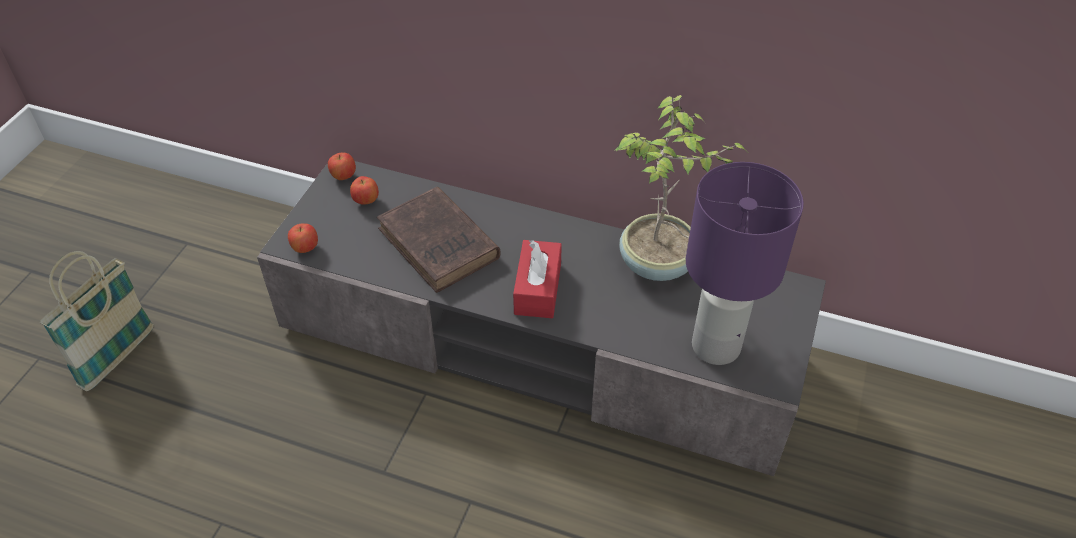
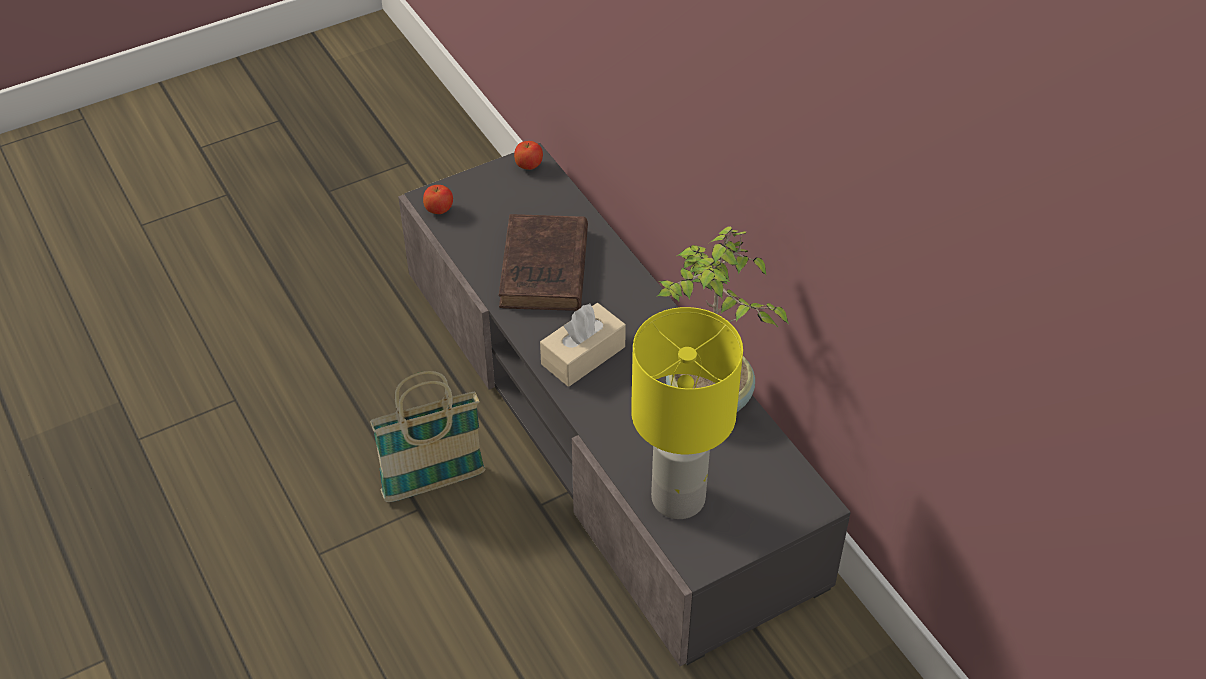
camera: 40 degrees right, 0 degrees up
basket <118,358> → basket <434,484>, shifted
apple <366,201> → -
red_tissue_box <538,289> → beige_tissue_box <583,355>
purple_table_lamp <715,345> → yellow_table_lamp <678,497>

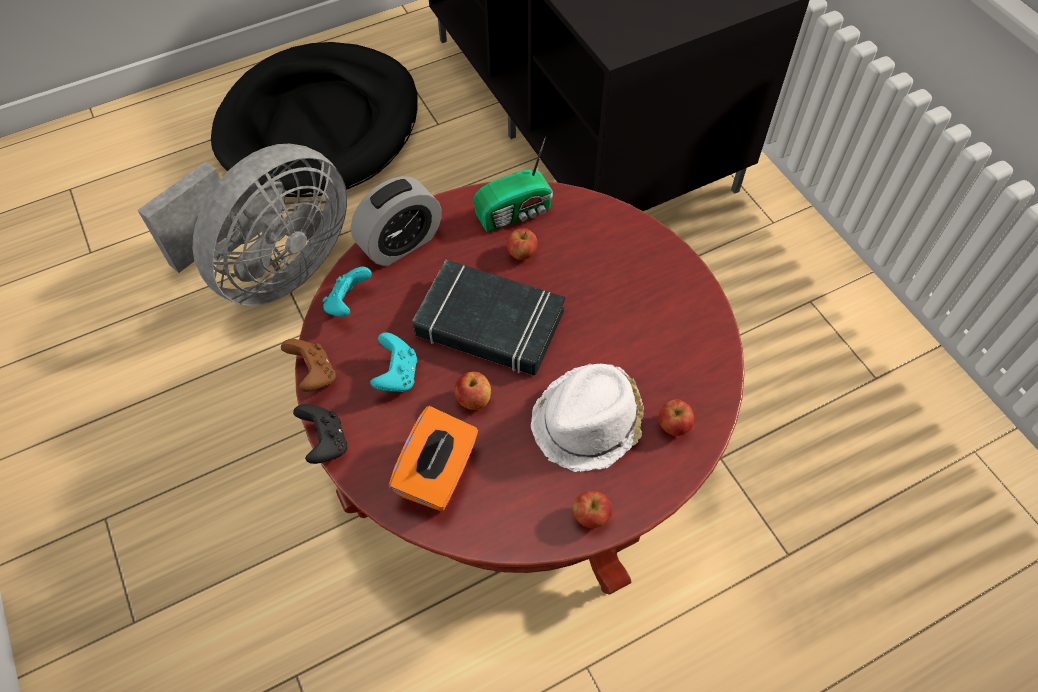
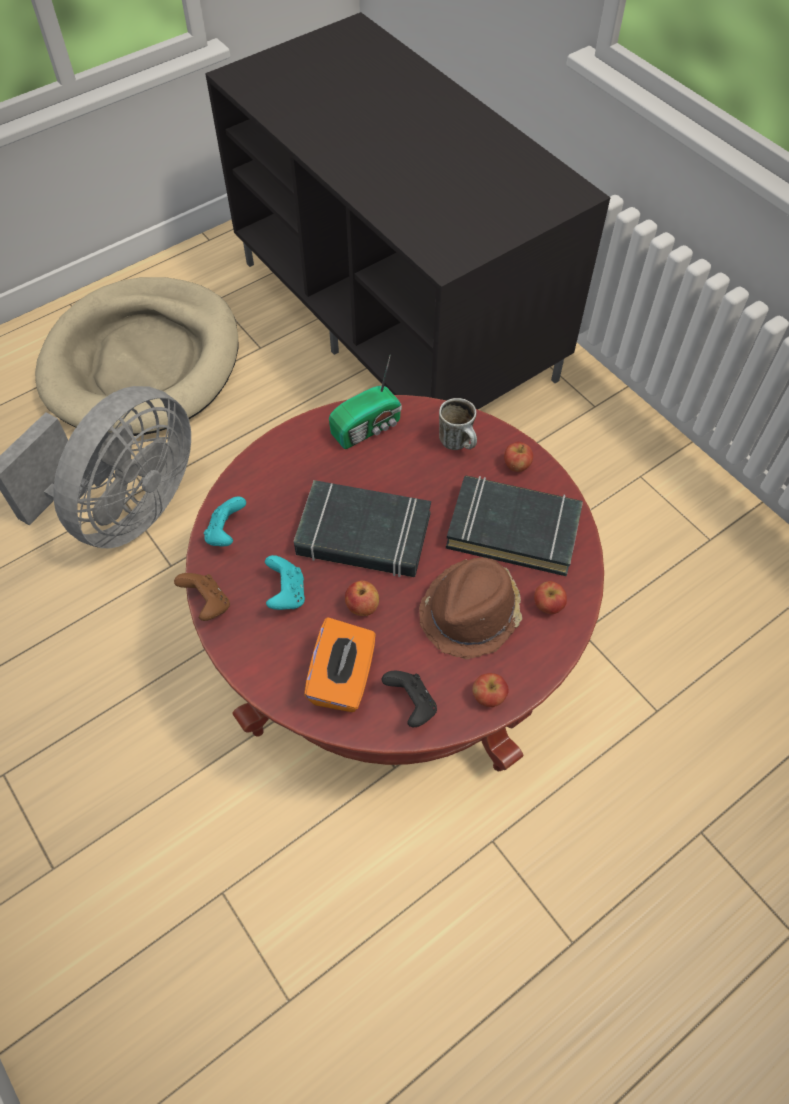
camera: 10 degrees left, 0 degrees up
black_dog_bed <320,126> → beige_dog_bed <143,362>
black_game_controller <325,442> → black_game_controller <411,704>, shifted
alarm_clock <401,243> → -
apple <521,253> → apple <516,465>, shifted
white_hat <588,423> → brown_hat <471,613>
- → mug <459,444>
- → black_book <513,530>

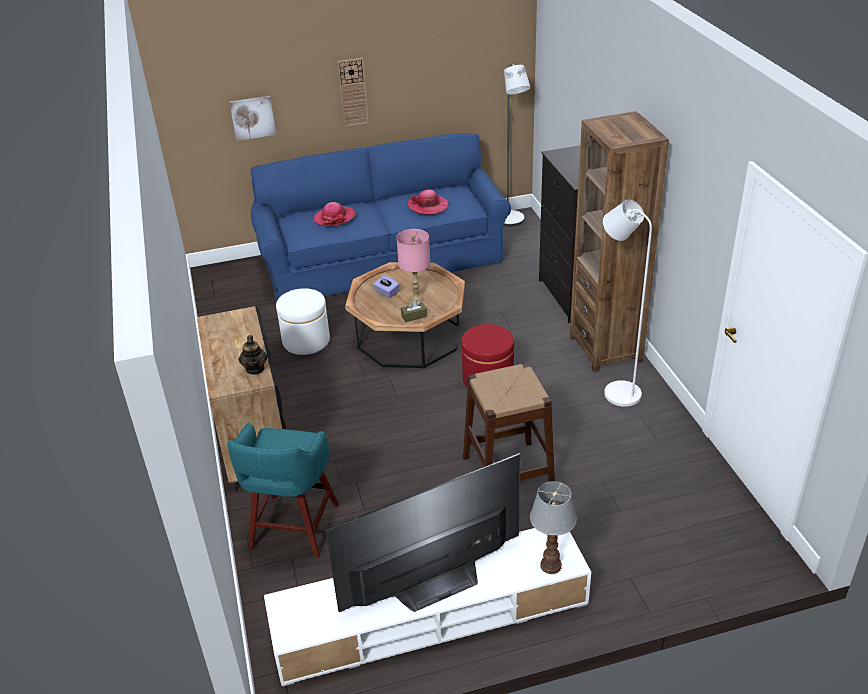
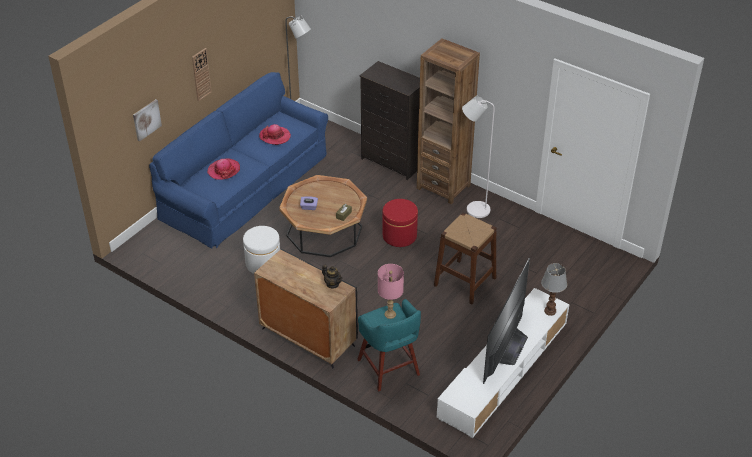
camera: 40 degrees left, 5 degrees up
pink_table_lamp <416,299> → pink_table_lamp <390,314>, shifted

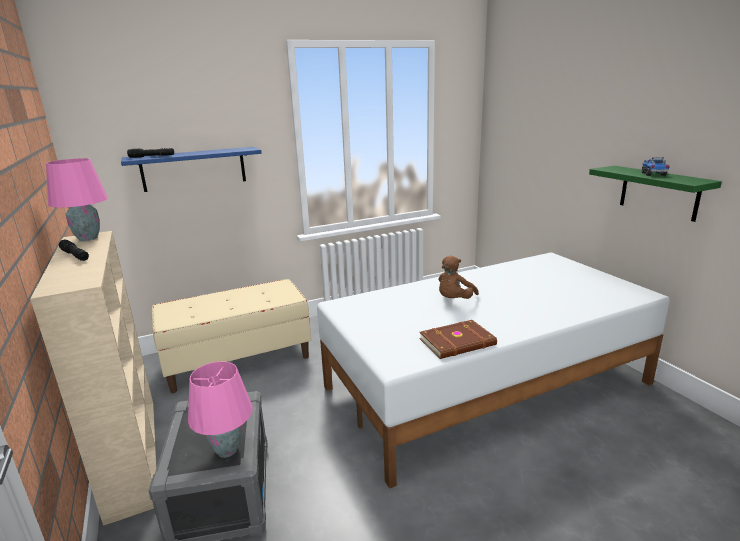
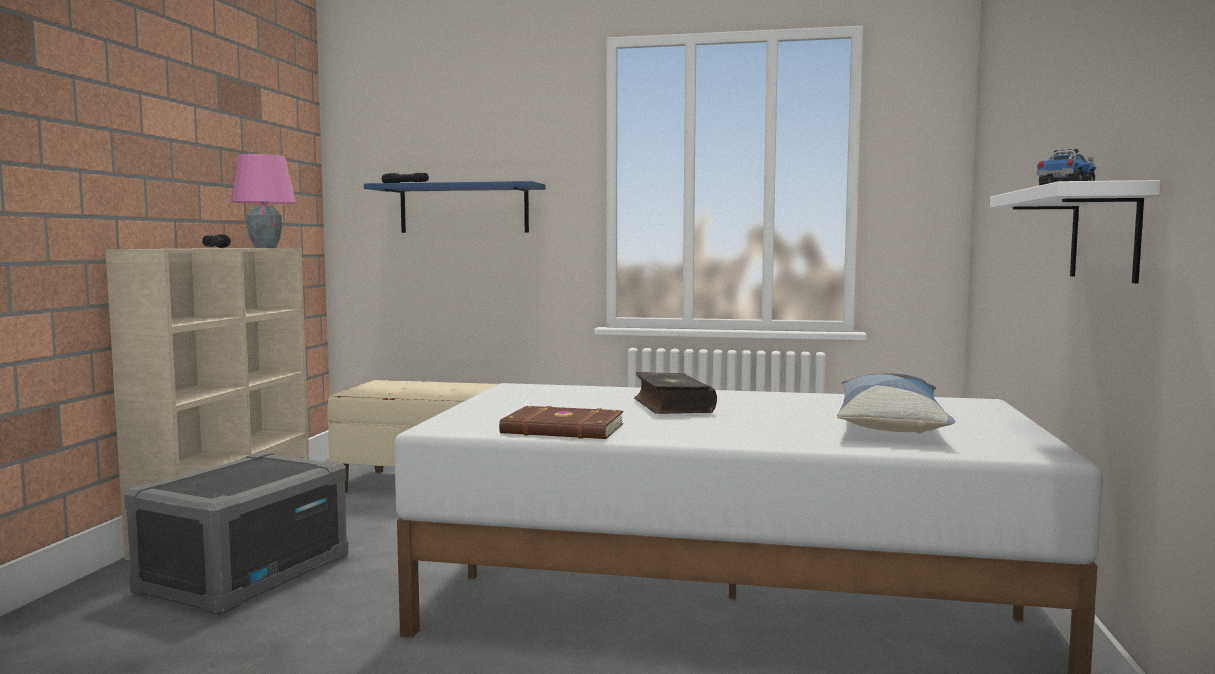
camera: 35 degrees right, 15 degrees down
pink_table_lamp <228,450> → -
brown_plush_toy <454,300> → book <671,406>
green_shelf <659,192> → white_shelf <1105,234>
- → pillow <890,424>

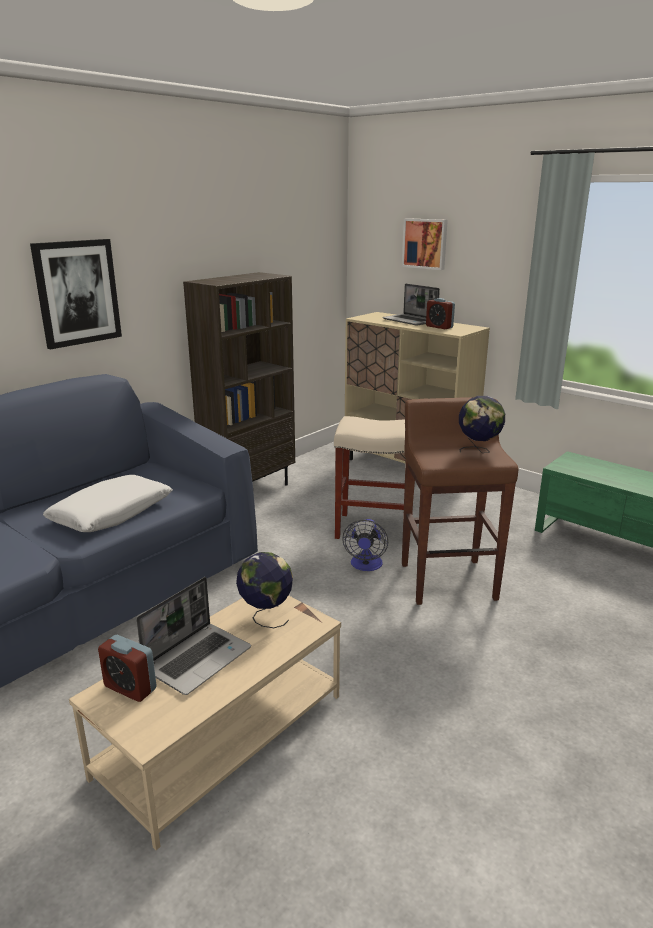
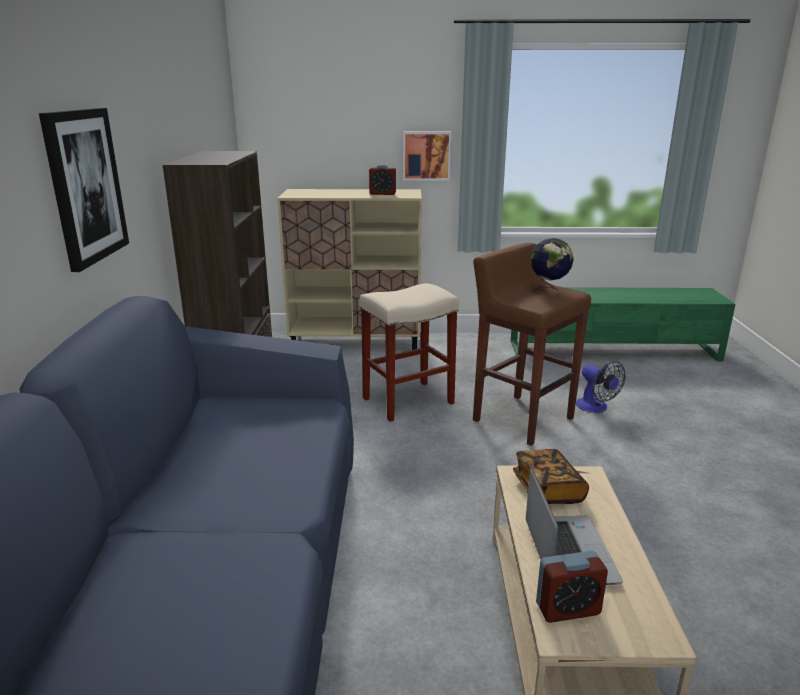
camera: 40 degrees left, 0 degrees up
white_pillow <112,514> → -
globe <266,616> → book <548,490>
fan <366,566> → fan <596,407>, shifted
laptop <410,321> → -
picture <425,243> → picture <426,156>, shifted

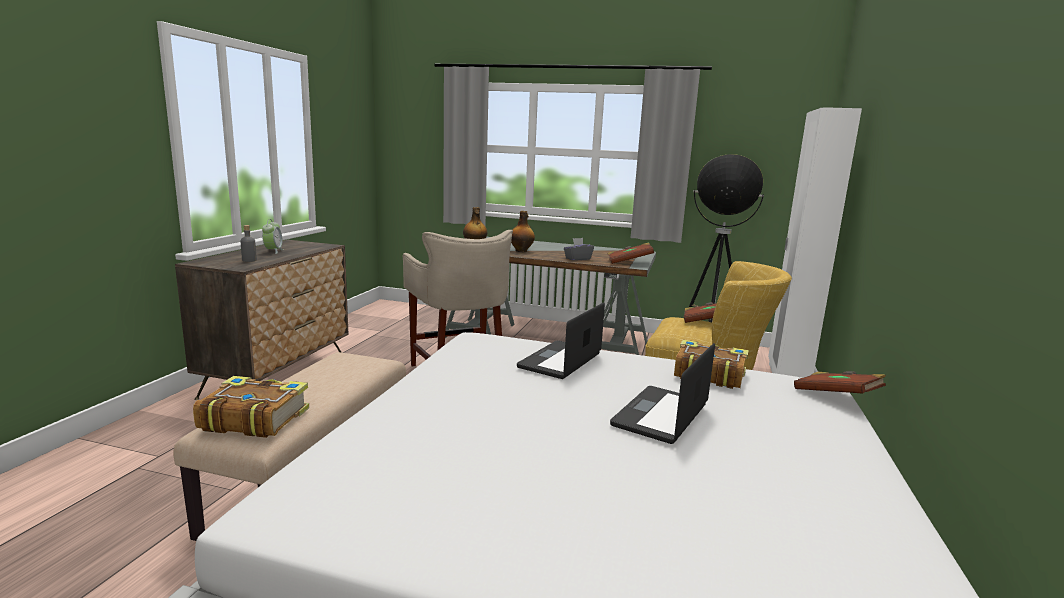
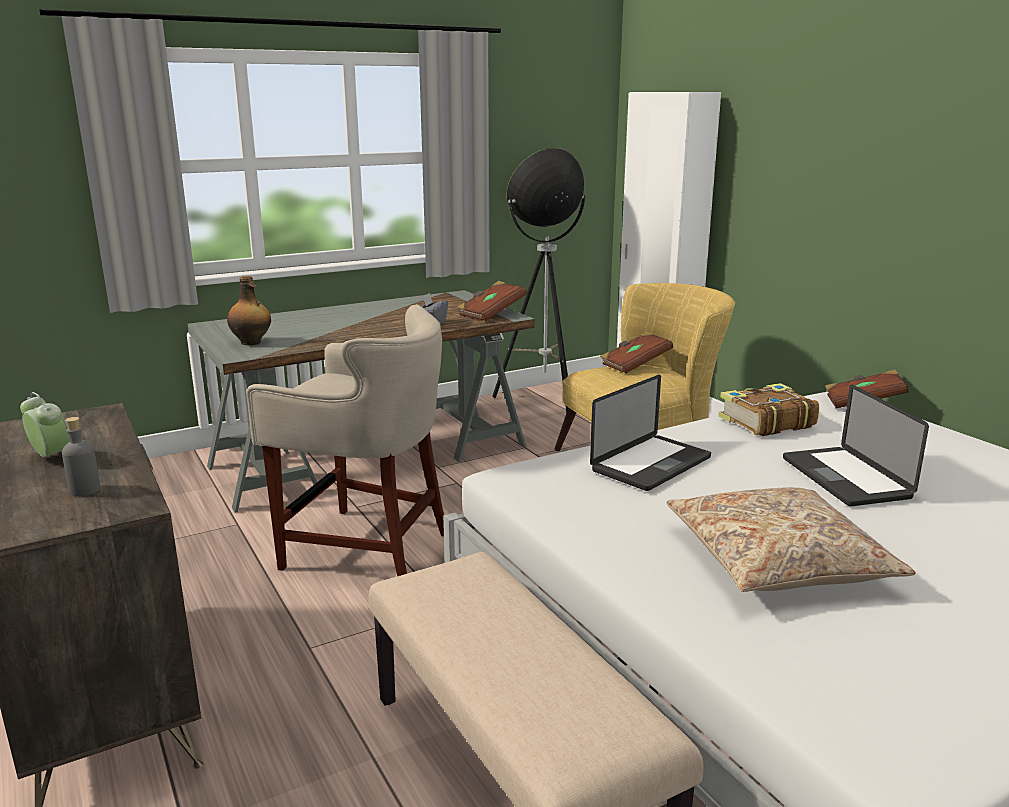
camera: 45 degrees left, 5 degrees up
book <254,419> → -
bottle <521,251> → -
laptop <560,361> → laptop <651,464>, 120 degrees counterclockwise
- → beige_pillow <778,560>

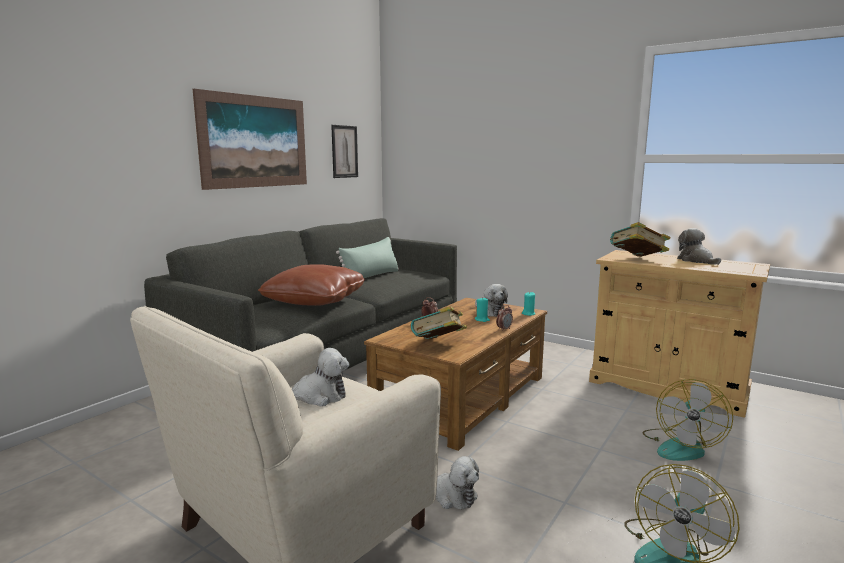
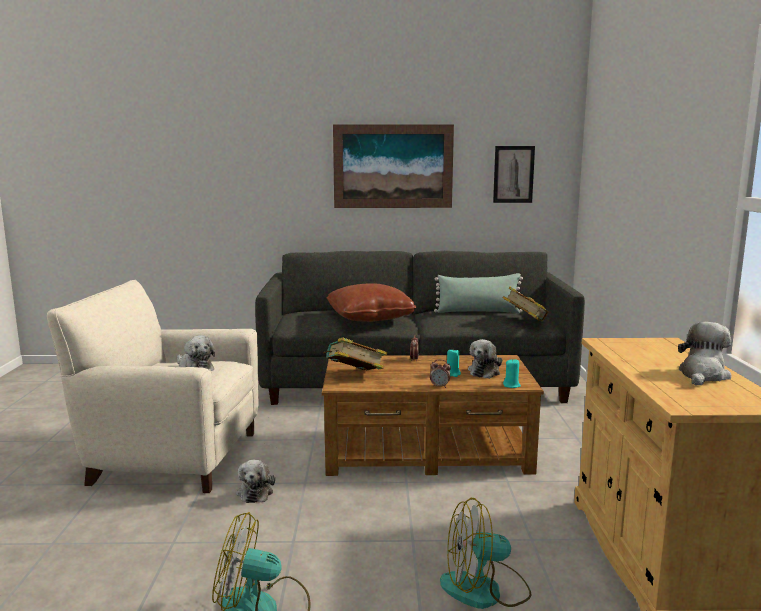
camera: 55 degrees right, 0 degrees up
book <637,259> → book <524,322>, shifted

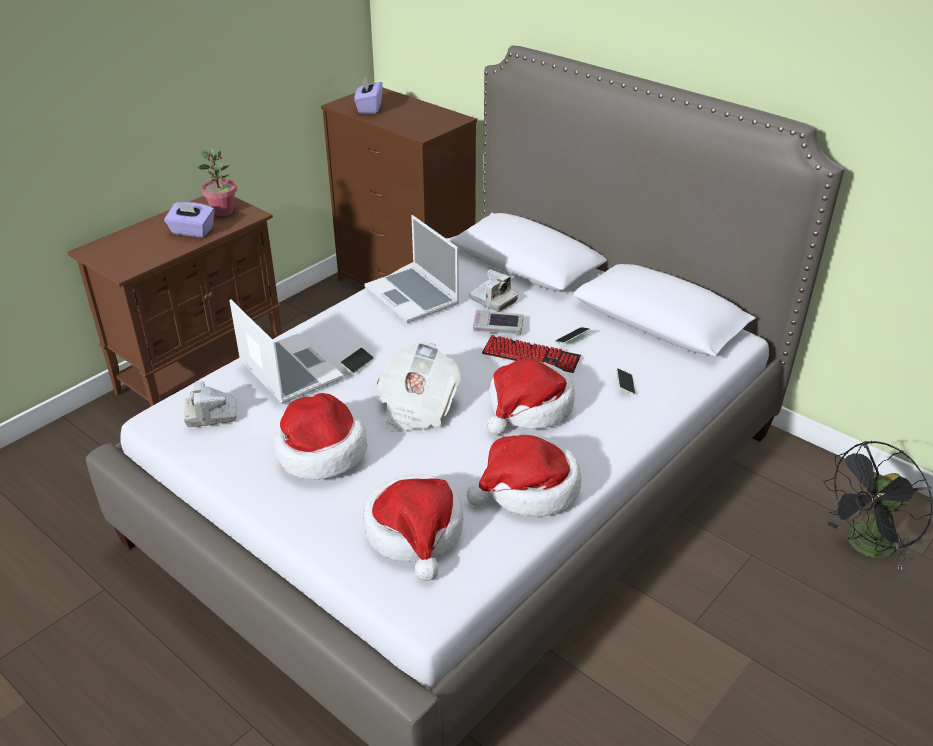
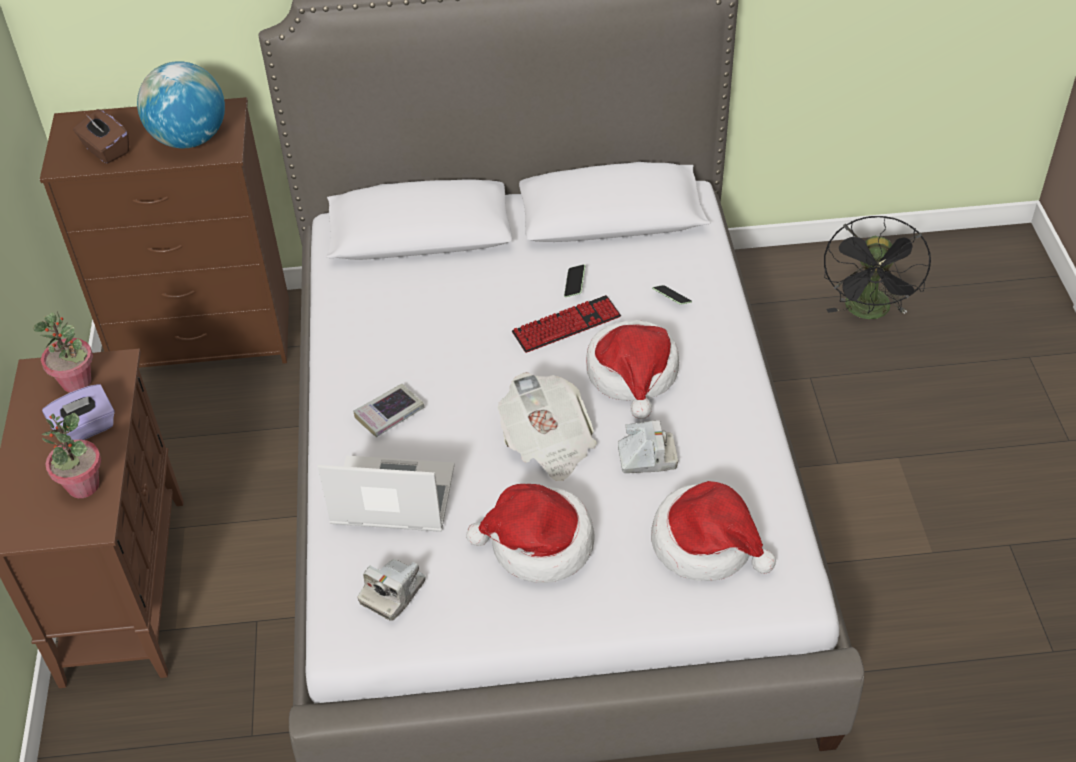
camera: 45 degrees left, 10 degrees up
phone <357,364> → -
purple_tissue_box <369,108> → brown_tissue_box <105,150>
laptop <413,297> → -
hat <529,489> → -
photo_camera <493,300> → photo_camera <647,457>, shifted
book <498,326> → book <389,414>, shifted
- → potted_plant <83,486>
- → globe <190,139>

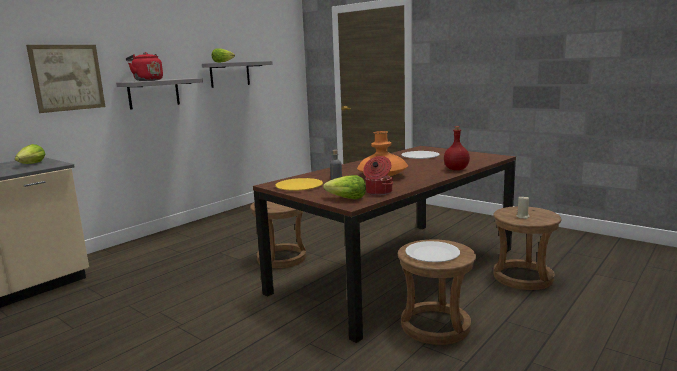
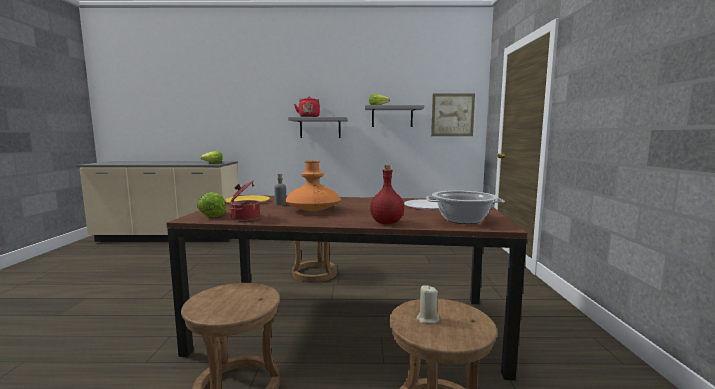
camera: 50 degrees right, 5 degrees down
picture <67,77> → picture <452,115>, shifted
white_plate <432,253> → -
- → cooking_pot <463,220>

